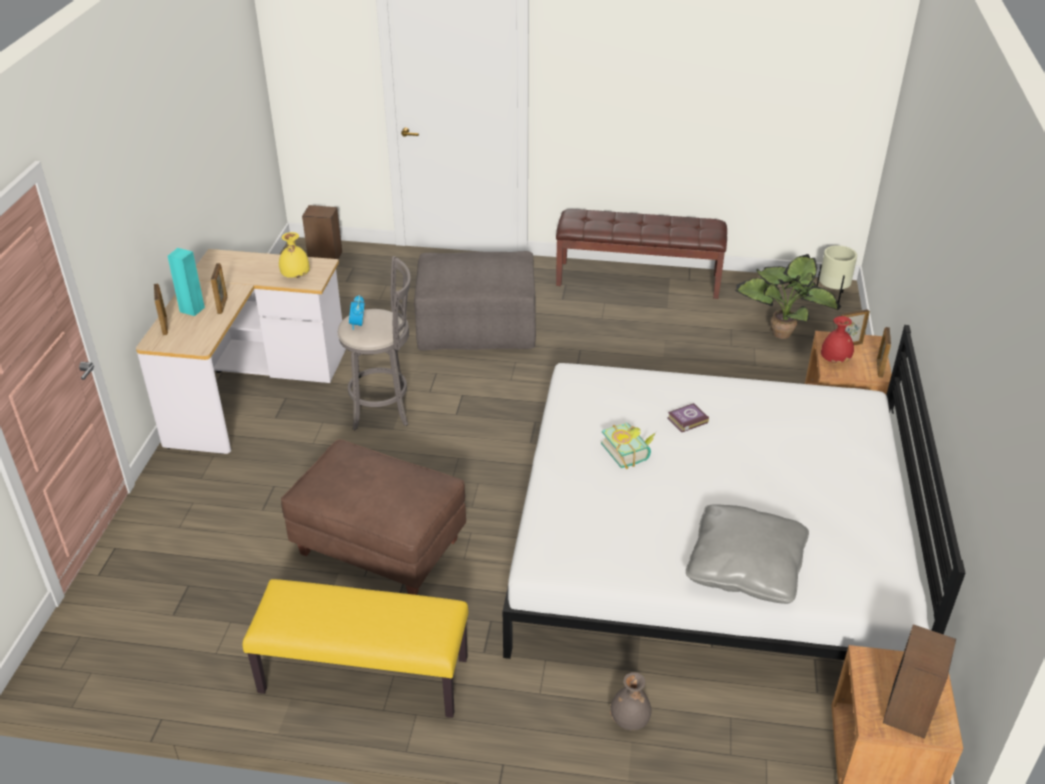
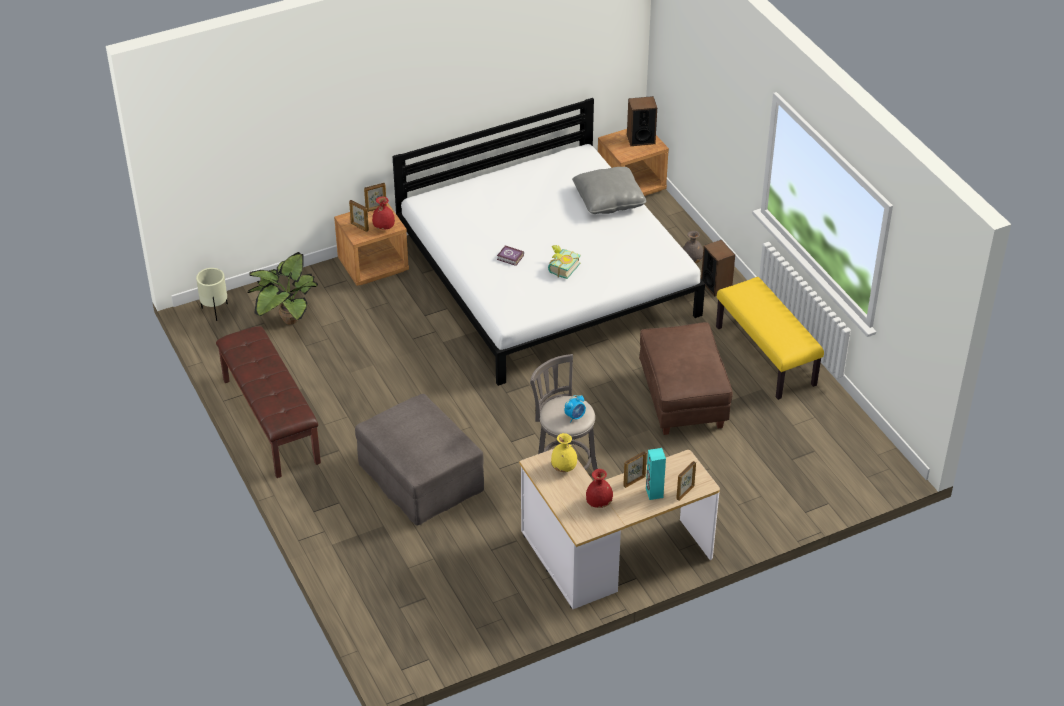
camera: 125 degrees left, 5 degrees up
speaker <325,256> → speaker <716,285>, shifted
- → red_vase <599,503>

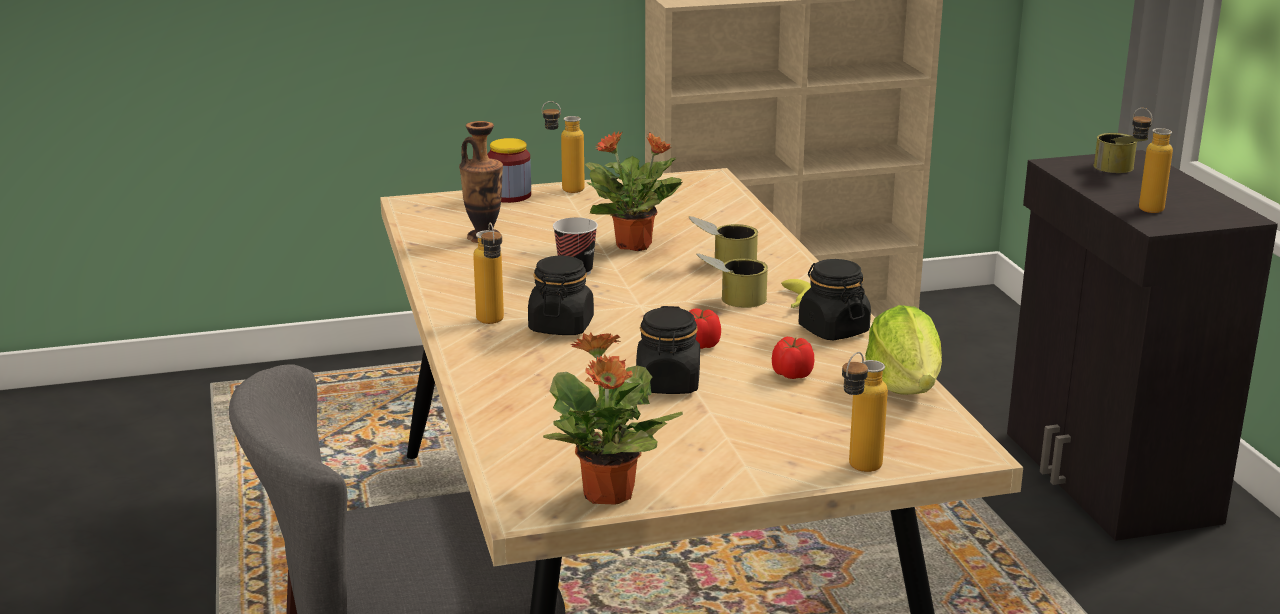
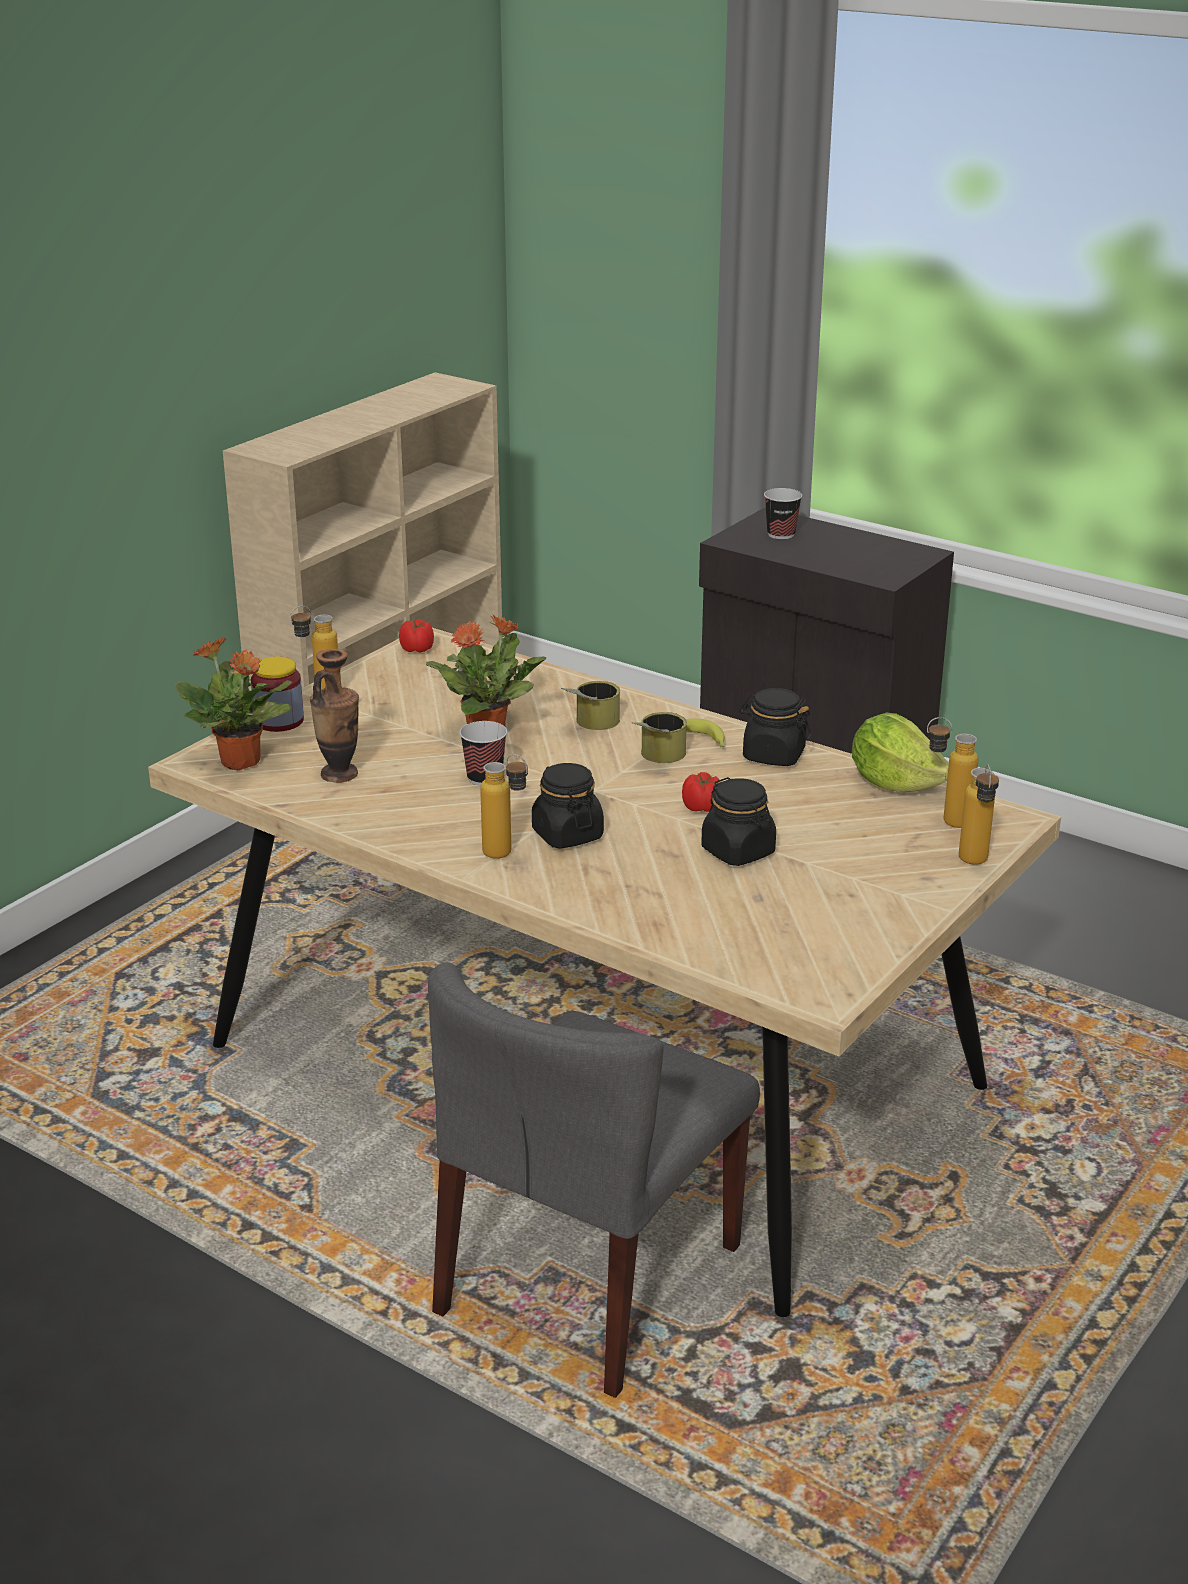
camera: 40 degrees left, 5 degrees up
potted_plant <608,495> → potted_plant <241,762>, shifted
tomato <792,375> → tomato <417,650>, shifted
can <1117,171> → cup <781,534>
bottle <1142,207> → bottle <945,821>, shifted

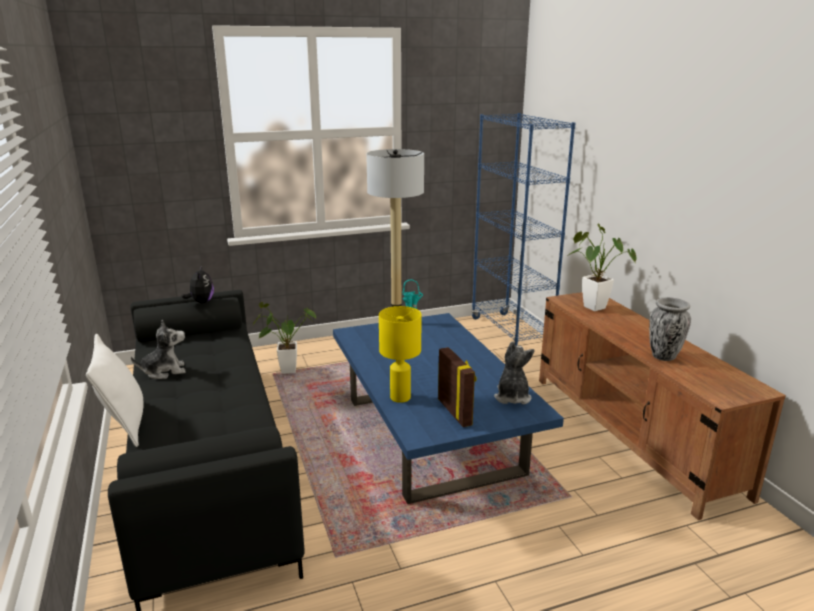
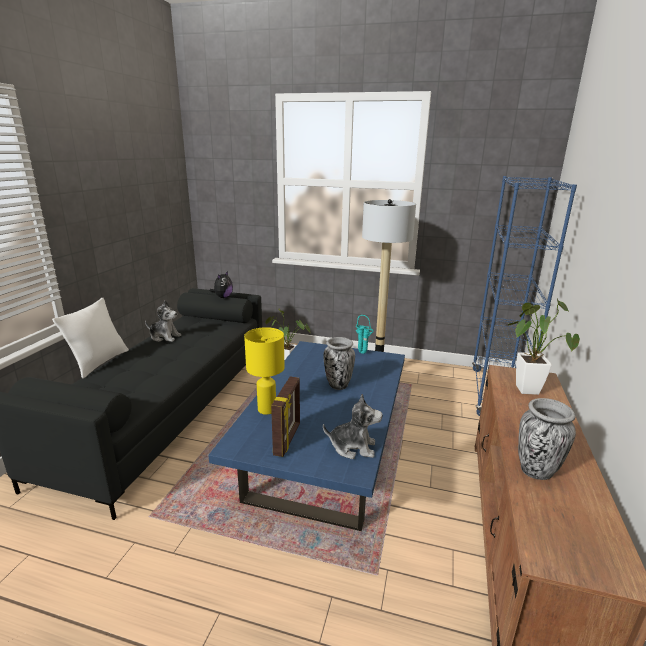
camera: 35 degrees right, 0 degrees up
plush_toy <512,397> → plush_toy <353,447>, 60 degrees clockwise
- → vase <338,385>

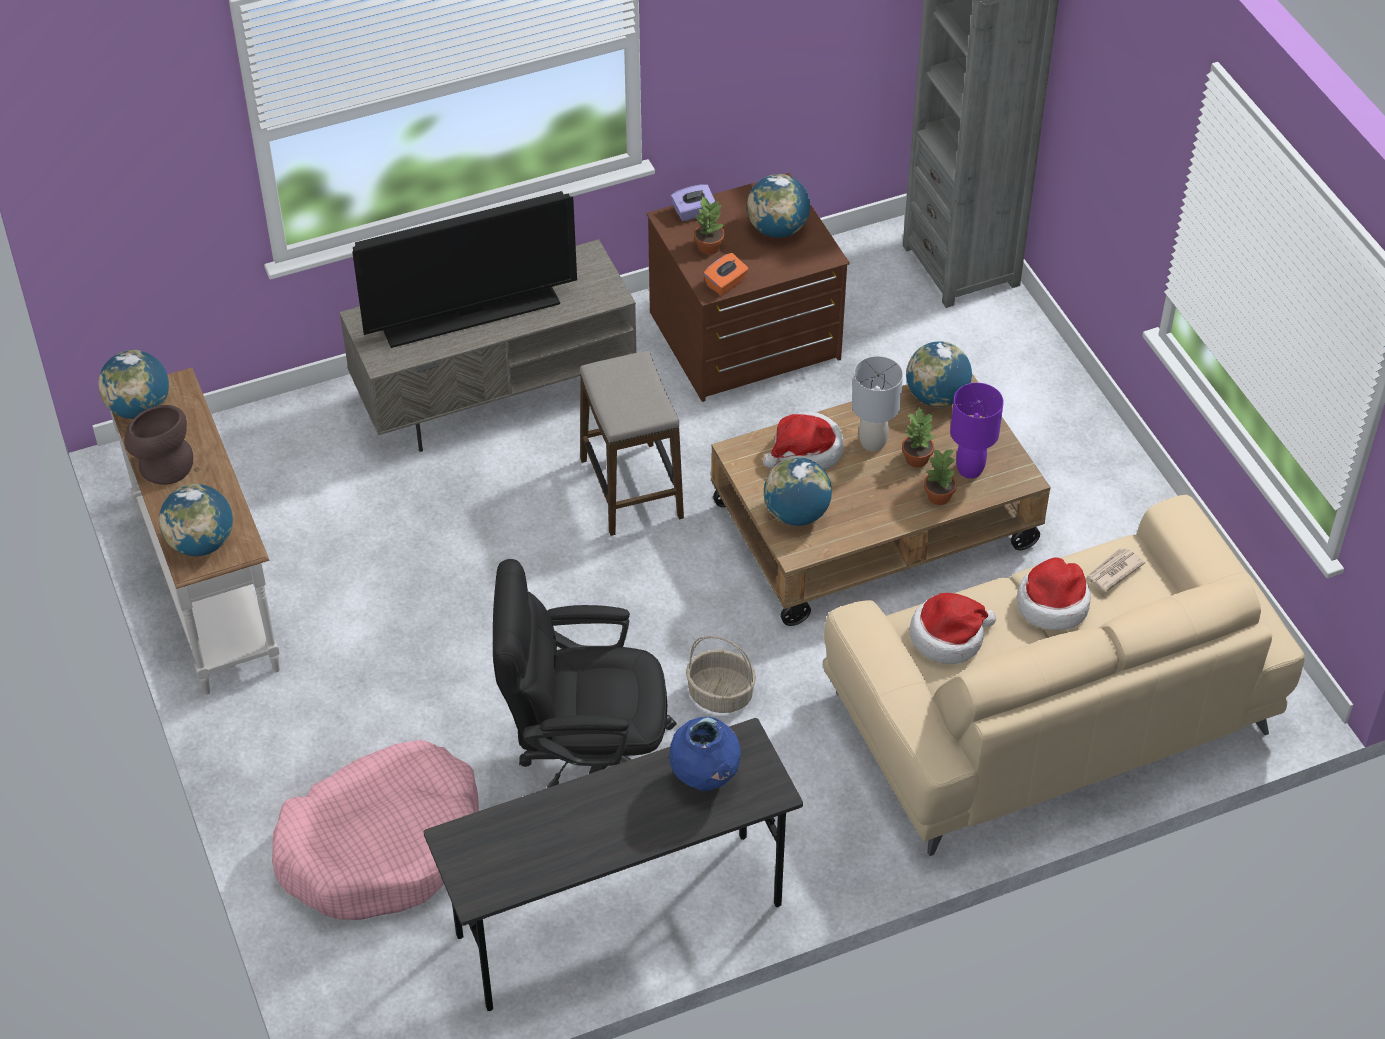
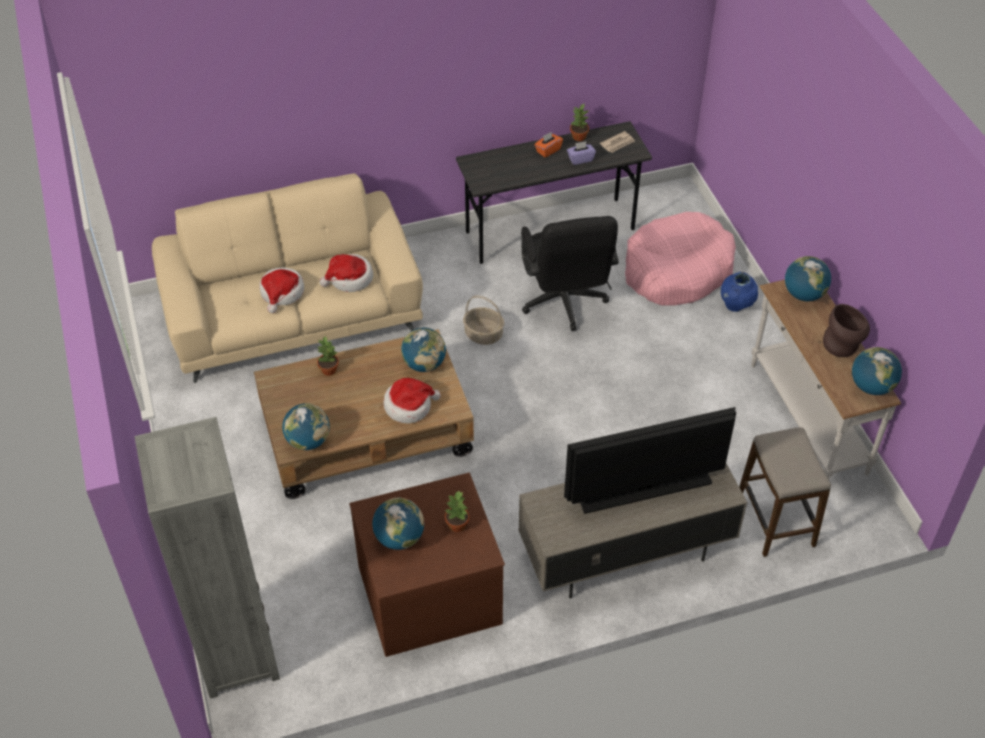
camera: 175 degrees left, 0 degrees up
black_office_chair <586,762> → black_office_chair <564,304>, 75 degrees clockwise
stool <631,489> → stool <775,520>, shifted
blue_vase <705,778> → blue_vase <736,306>, shifted
purple_tissue_box <693,212> → purple_tissue_box <580,159>, shifted
orange_tissue_box <726,284> → orange_tissue_box <548,150>, shifted
grey_table_lamp <873,442> → -
potted_plant <917,459> → potted_plant <578,137>, shifted
purple_table_lamp <970,469> → -
newspaper <1113,571> → newspaper <617,143>, shifted

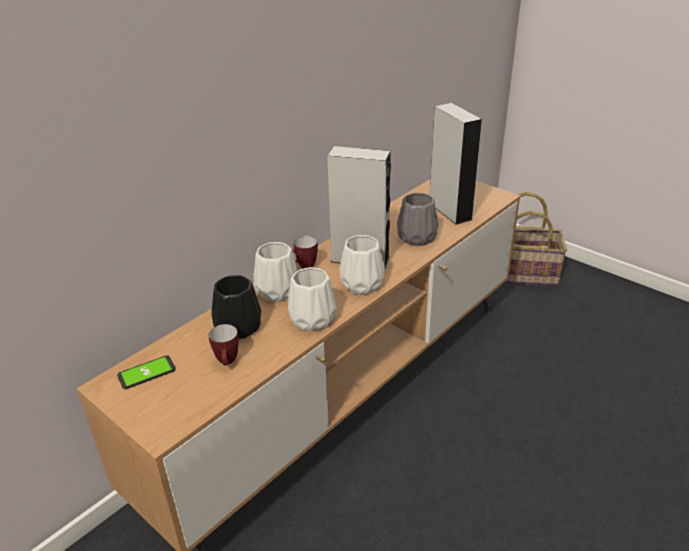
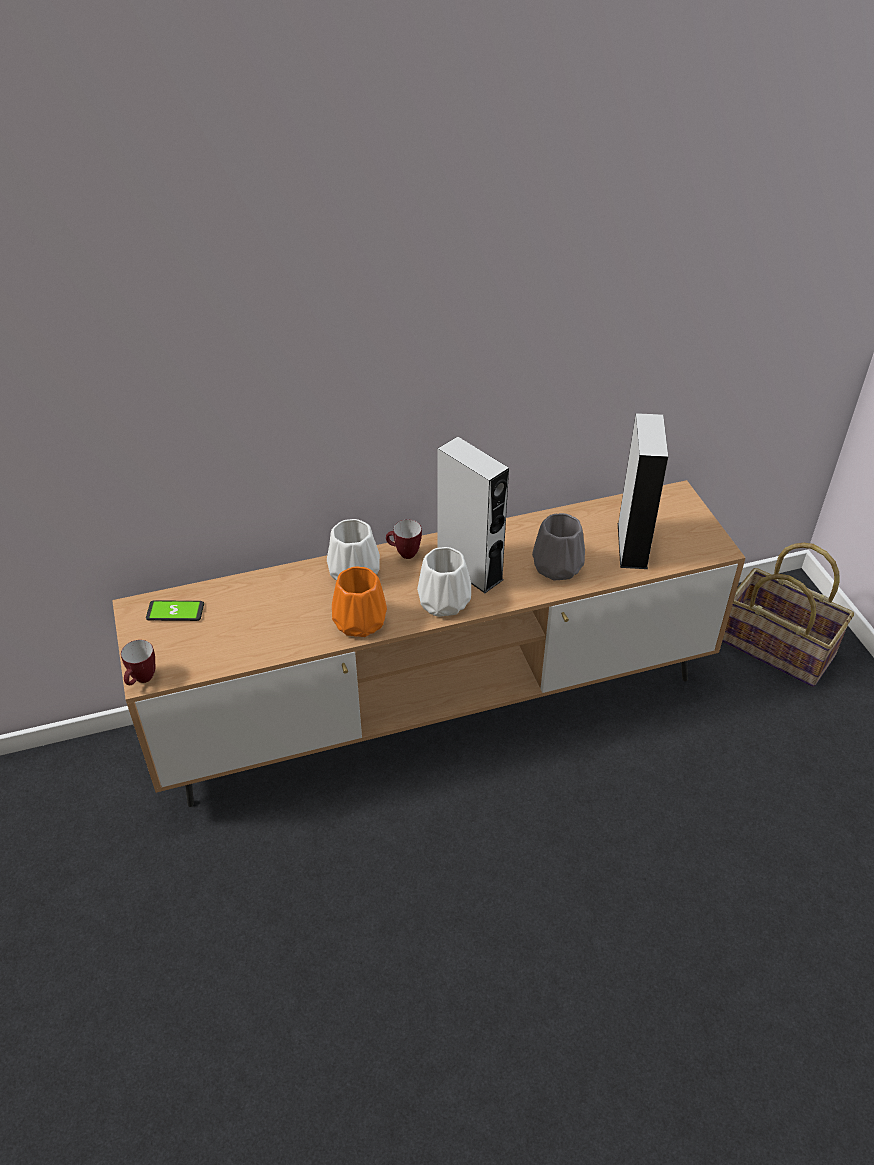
camera: 30 degrees right, 10 degrees up
mug <228,363> → mug <142,680>, shifted
black_vase <237,328> → -
white_vase <313,320> → orange_vase <359,623>

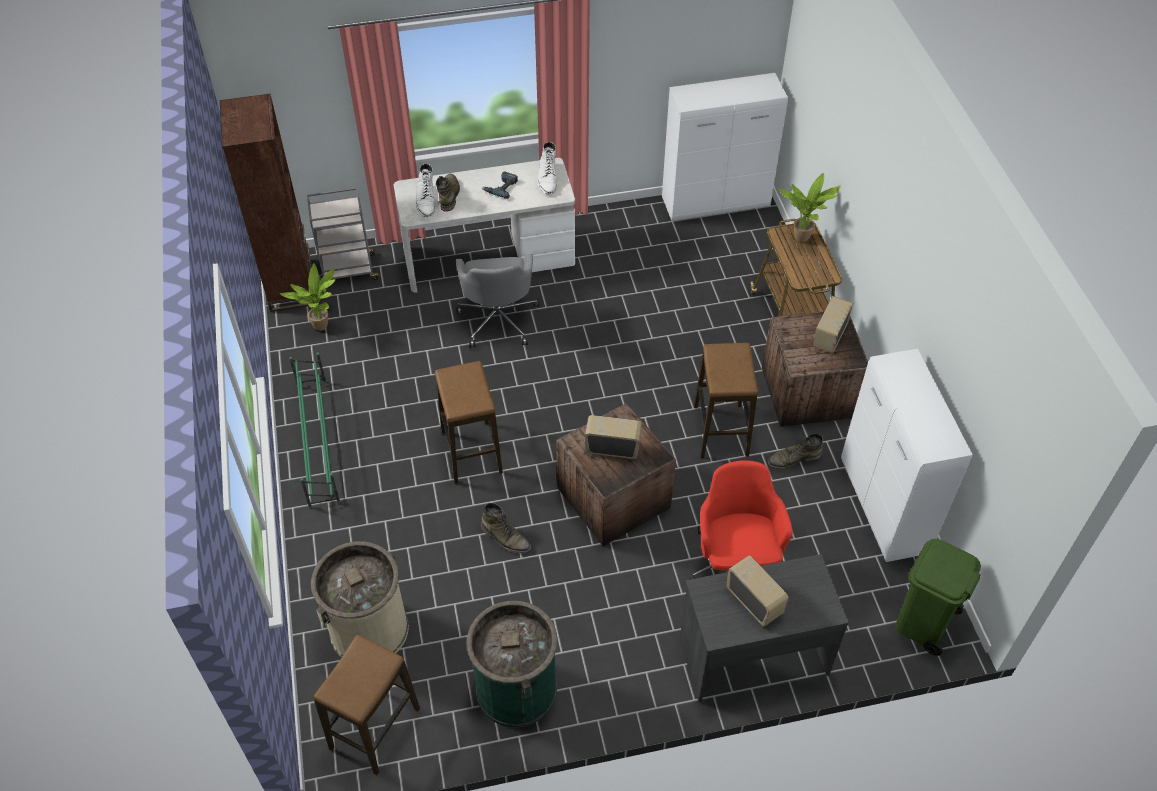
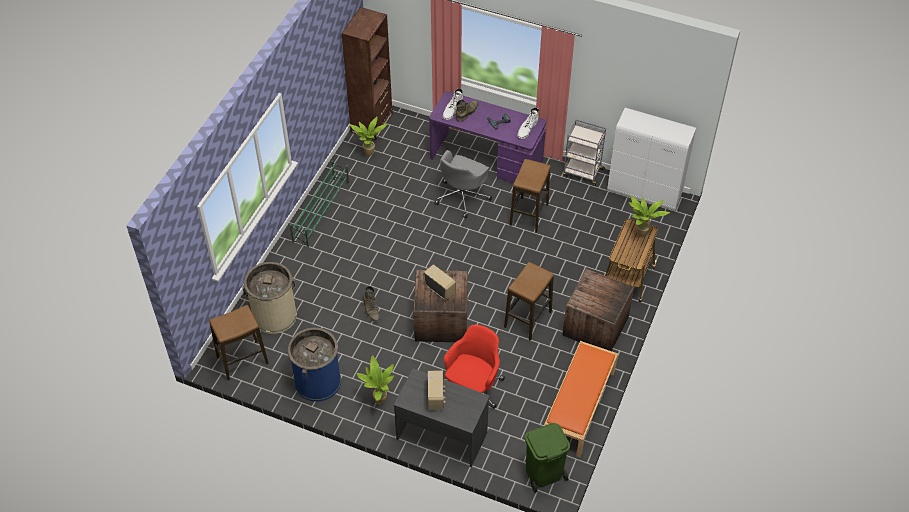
camera: 35 degrees right, 0 degrees up
grey_cart <348,271> → grey_cart <582,173>, shifted
white_desk <489,257> → purple_desk <486,159>
stool <471,452> → stool <529,214>, shifted
green_trash_can <516,689> → blue_trash_can <317,381>
green_boot <793,458> → -
radio <829,336> → -
white_cabinet <884,507> → orange_bench <579,407>
- → potted_plant <378,401>

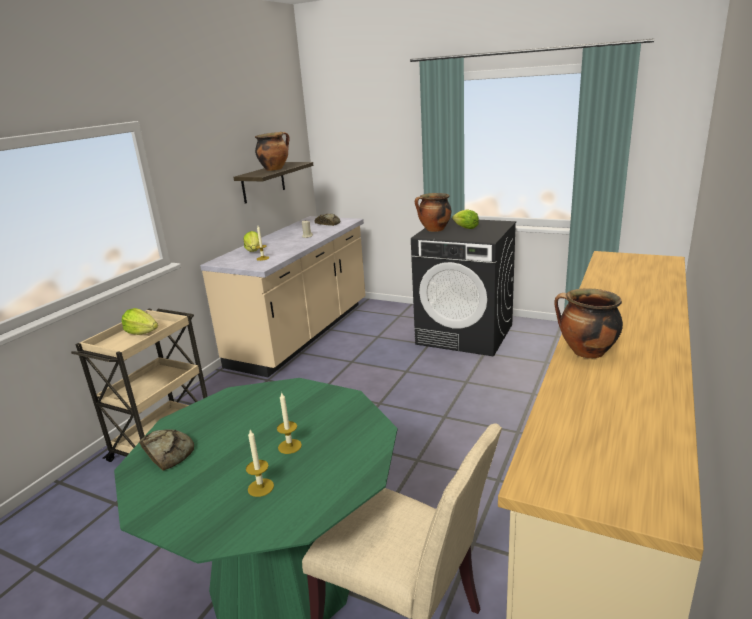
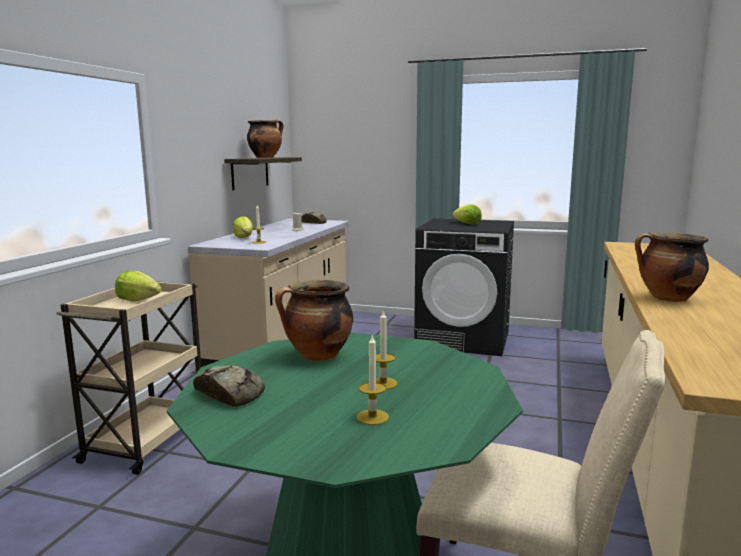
camera: 10 degrees left, 10 degrees down
cooking_pot <434,230> → cooking_pot <317,356>, shifted

